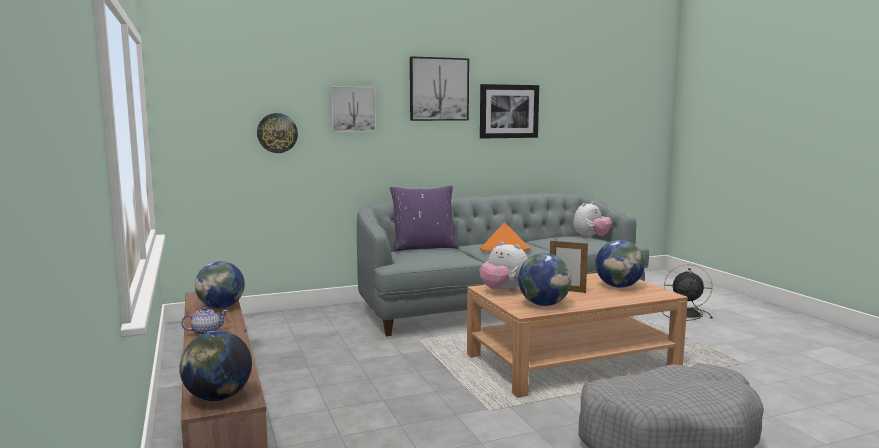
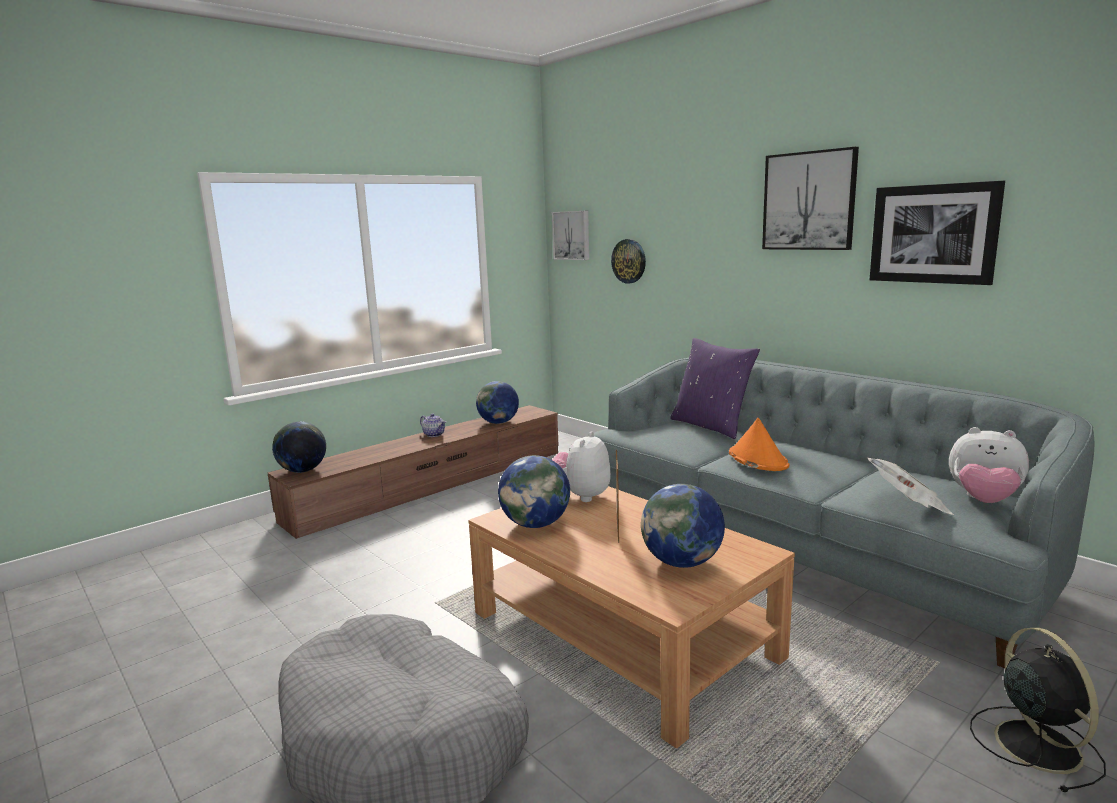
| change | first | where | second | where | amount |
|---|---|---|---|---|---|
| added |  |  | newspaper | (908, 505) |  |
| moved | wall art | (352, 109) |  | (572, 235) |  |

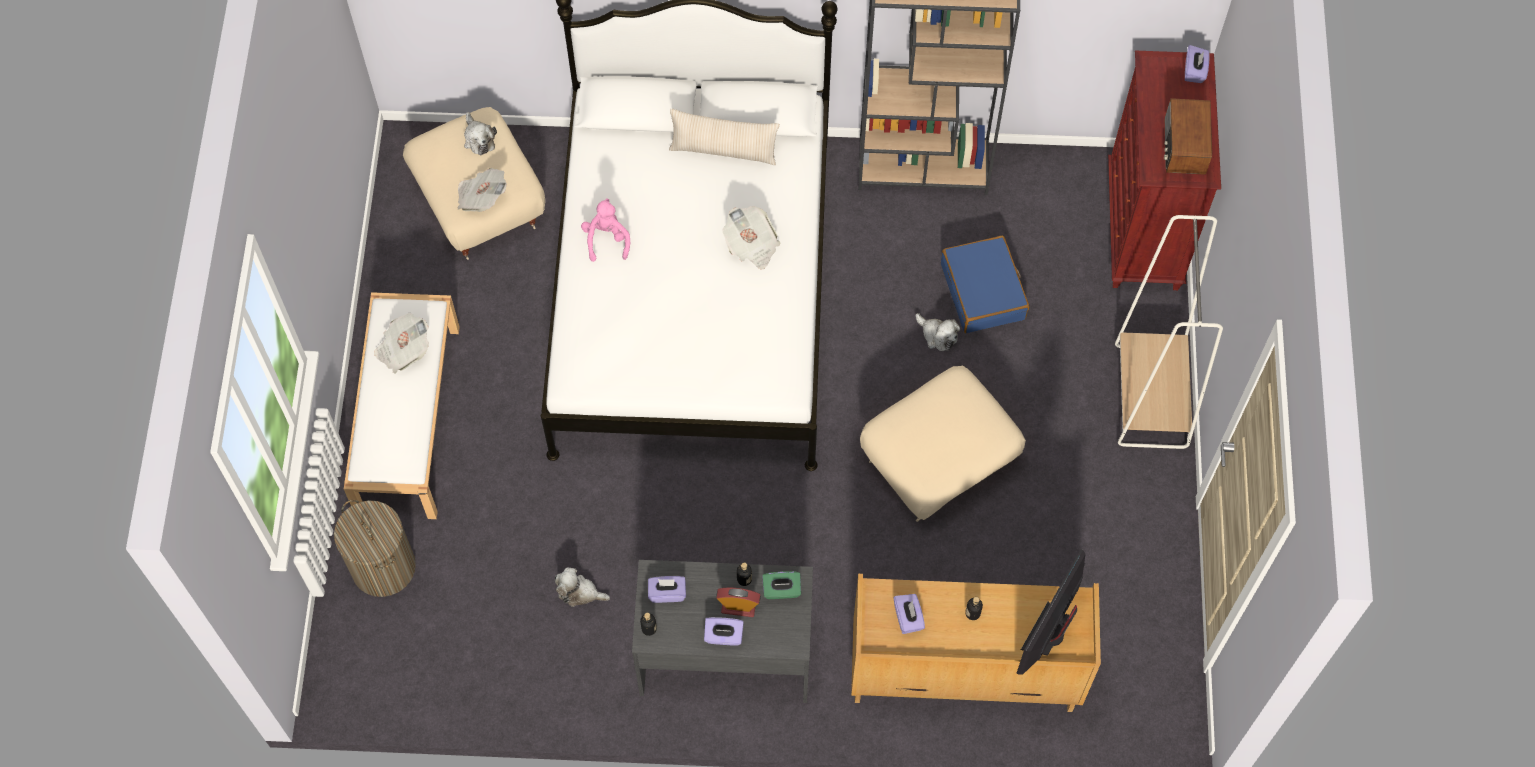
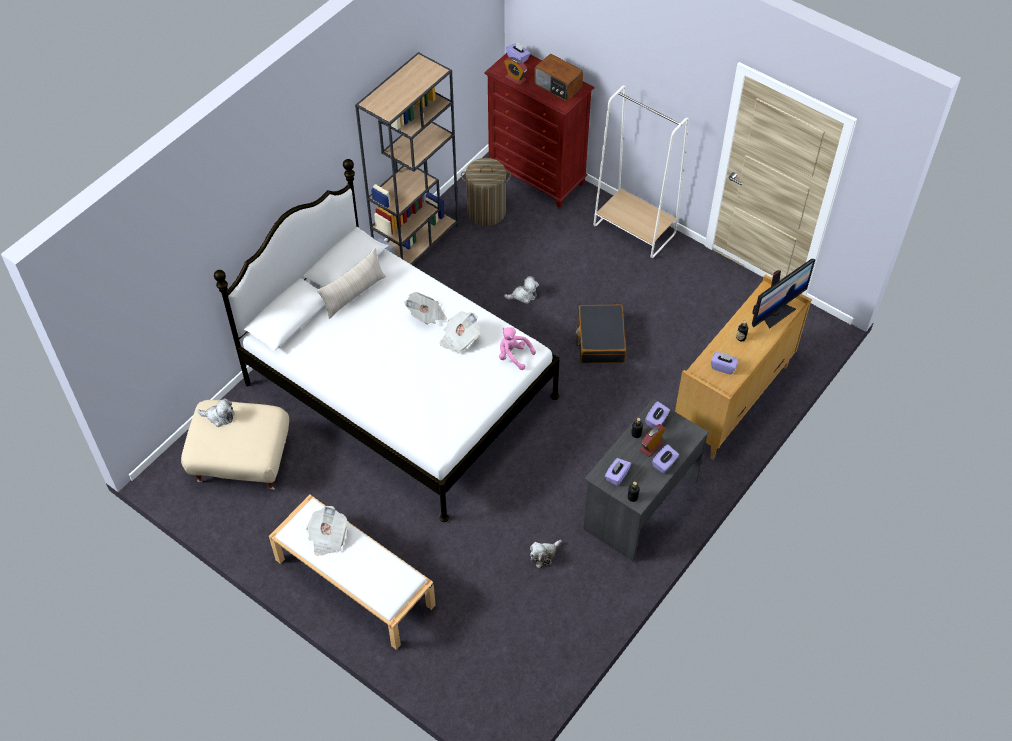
| change | first | where | second | where | amount |
|---|---|---|---|---|---|
| removed | suitcase/blue | (983, 291) |  |  |  |
| added |  |  | bedside clock | (515, 78) |  |
| moved | laundry basket | (383, 566) |  | (486, 212) |  |
| moved | newspaper | (482, 197) |  | (459, 339) |  |
| moved | plush toy/pink | (607, 239) |  | (513, 355) |  |
| replaced | pouffe/beige | (938, 464) | suitcase/black-coloured | (600, 340) |  |
| recoloured | tissue box/green | (781, 590) | tissue box/purple | (656, 420) |  |
| turned | monitor | (1047, 633) |  | (775, 313) | 105 degrees counterclockwise |

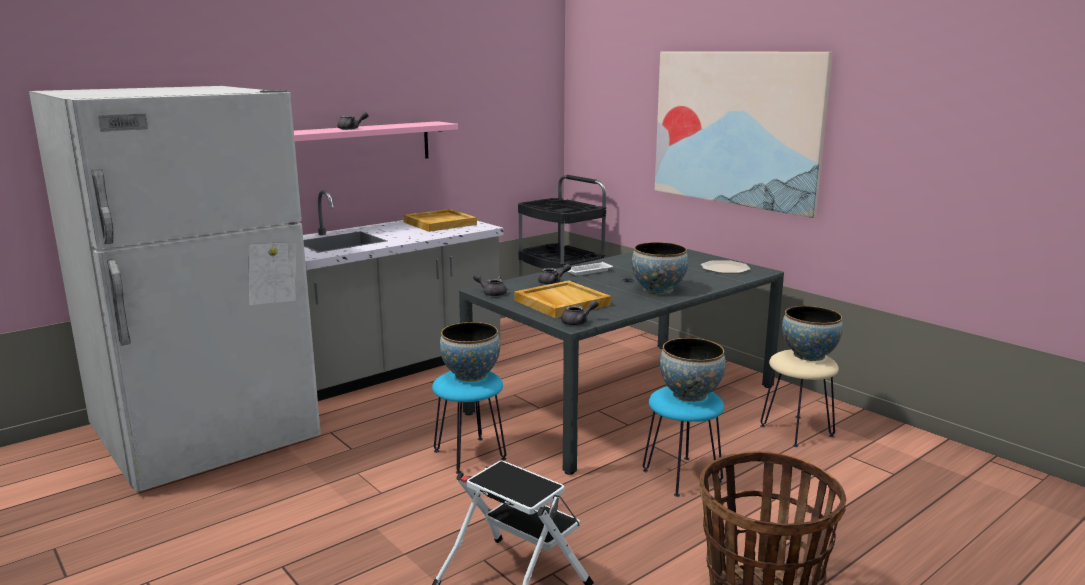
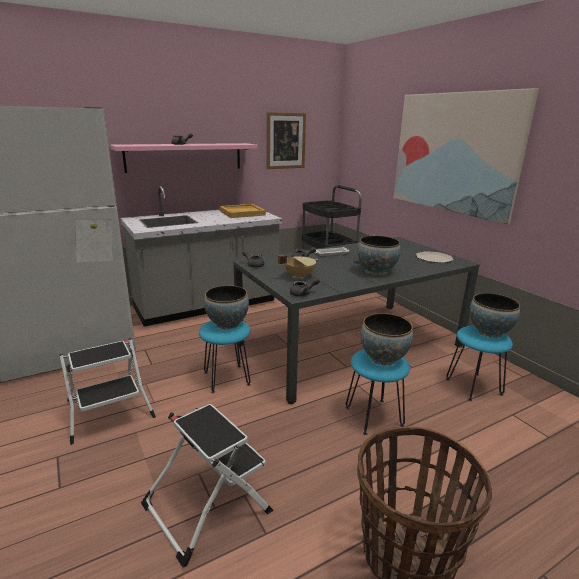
| change | first | where | second | where | amount |
|---|---|---|---|---|---|
| added |  |  | stepladder | (108, 410) |  |
| added |  |  | wall art | (285, 141) |  |
| replaced | carrying tray/beige | (561, 302) | saucepot/beige | (299, 276) |  |
| recoloured | sitting stool/beige | (796, 431) | sitting stool/turquoise-coloured | (473, 387) |  |

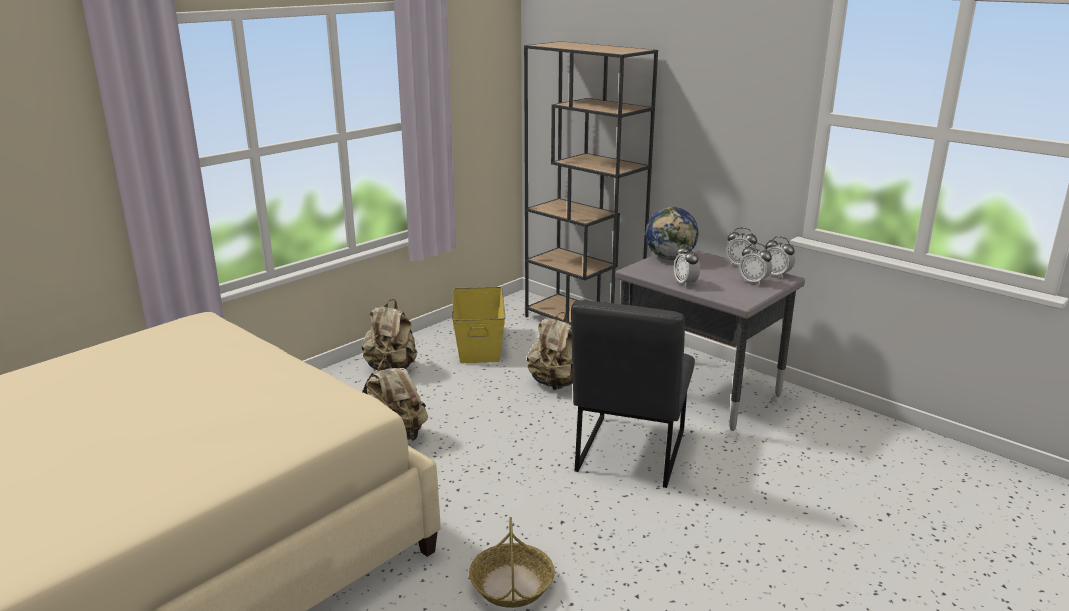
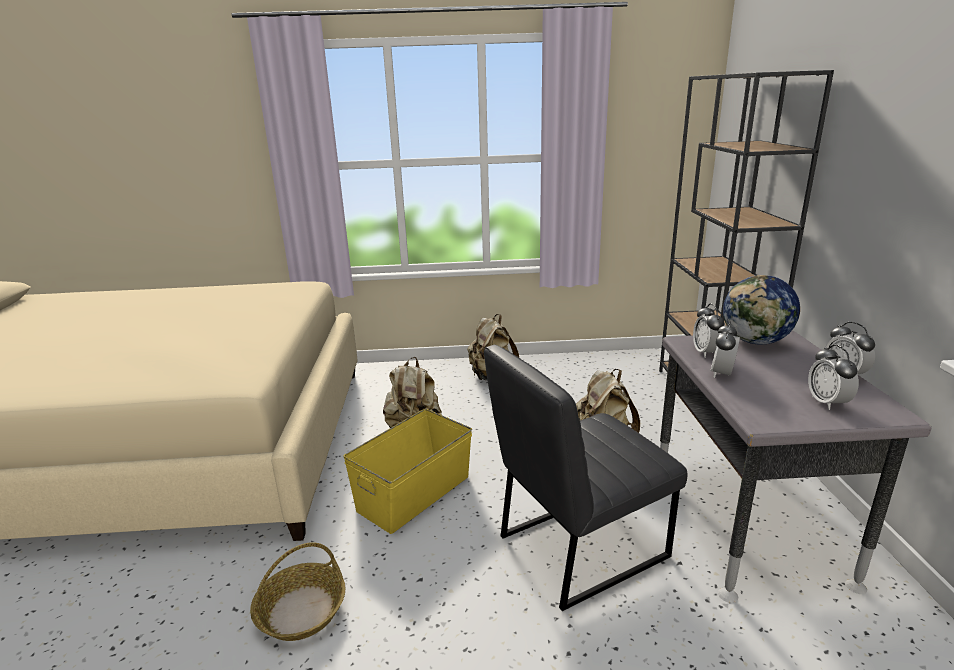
| change | first | where | second | where | amount |
|---|---|---|---|---|---|
| moved | storage bin/yellowish | (480, 344) |  | (415, 493) |  |
| moved | bedside clock | (777, 275) |  | (706, 353) |  |

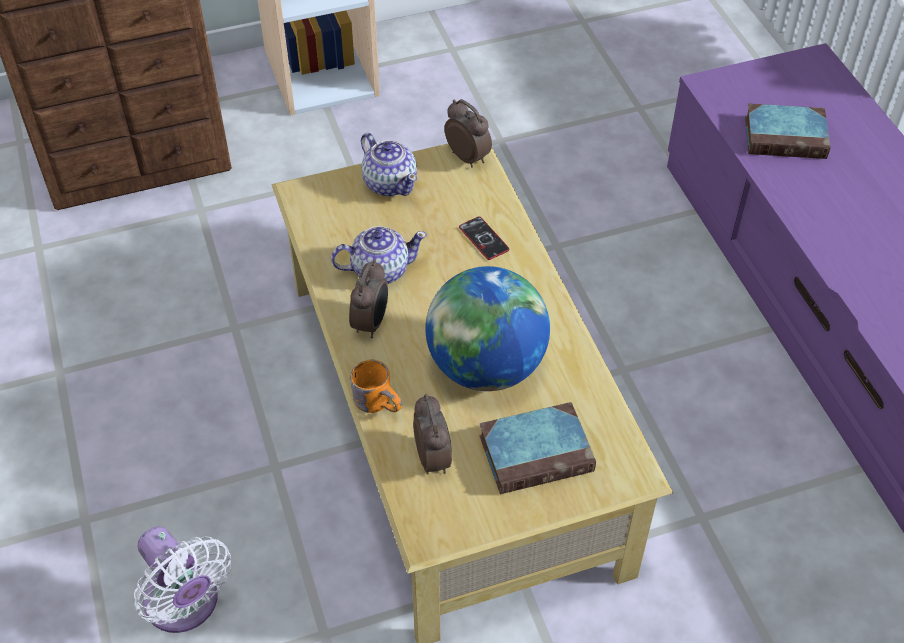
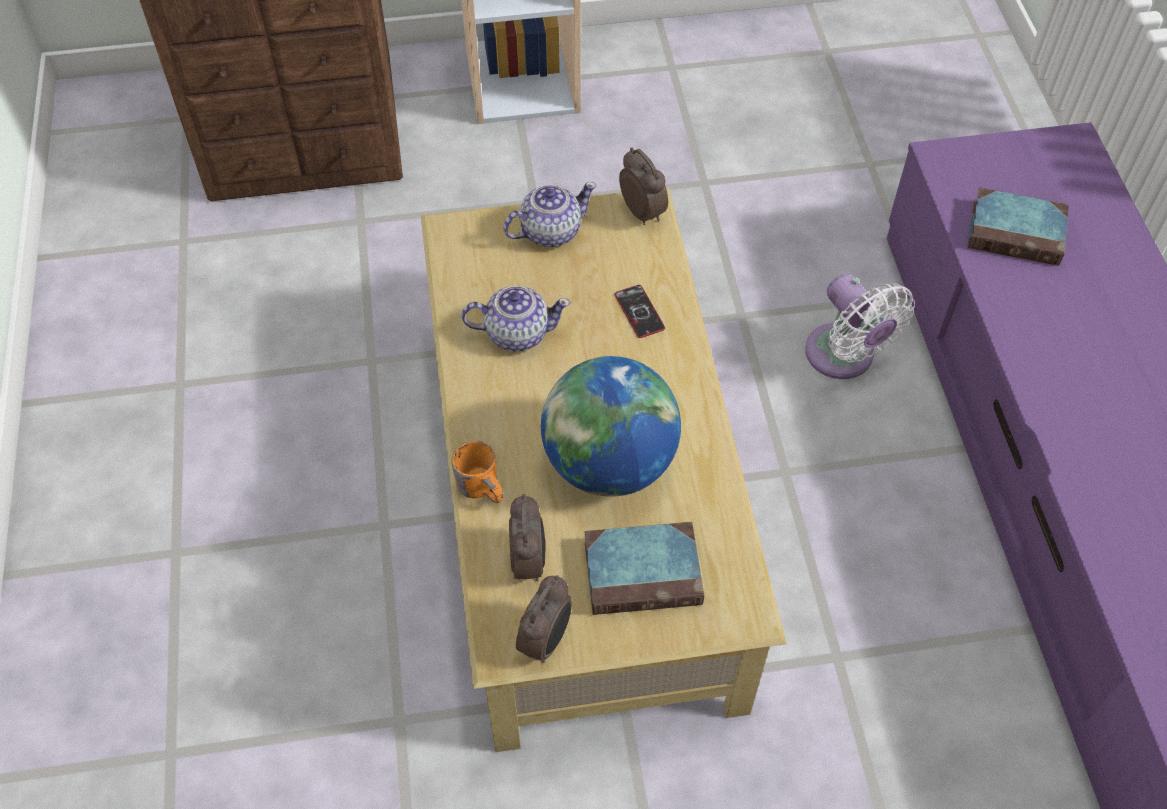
| change | first | where | second | where | amount |
|---|---|---|---|---|---|
| moved | cooling fan/whitish | (185, 605) |  | (844, 357) |  |
| moved | bedside clock | (371, 323) |  | (546, 640) |  |
| turned | pot for tea | (390, 183) |  | (549, 231) | 90 degrees counterclockwise |

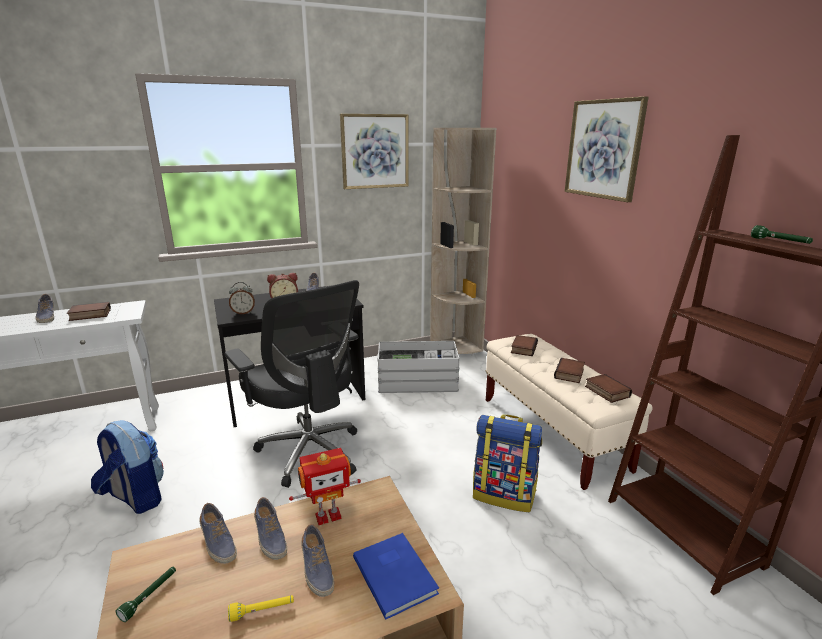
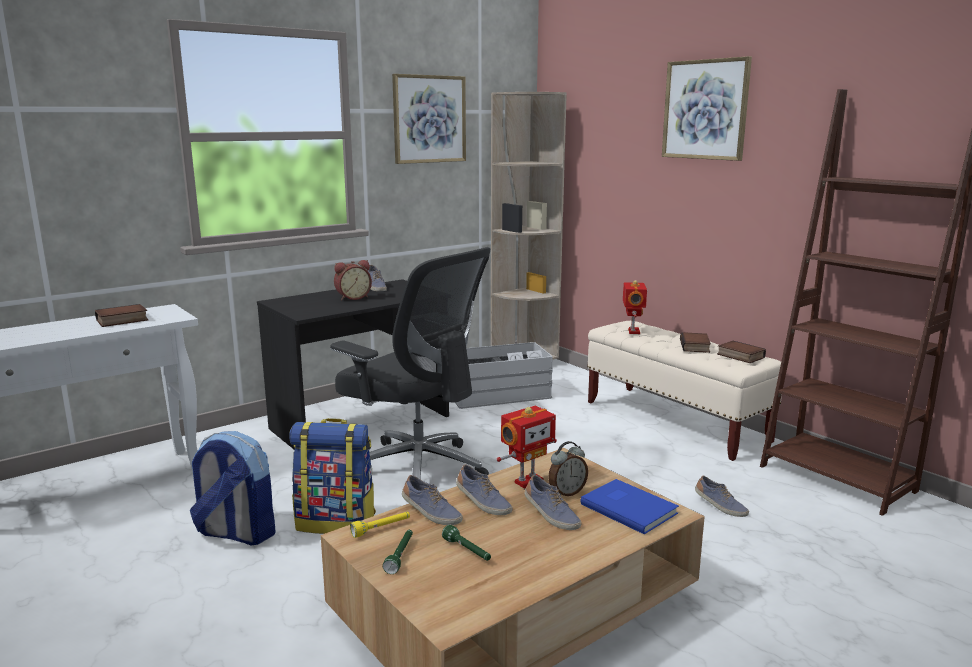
| change | first | where | second | where | amount |
|---|---|---|---|---|---|
| moved | shoe | (46, 316) |  | (720, 506) |  |
| moved | flashlight/yellowish | (262, 611) |  | (381, 529) |  |
| moved | bedside clock | (243, 313) |  | (566, 492) |  |
| moved | backpack | (504, 494) |  | (337, 521) |  |
| moved | flashlight/green | (779, 242) |  | (467, 551) |  |
| replaced | volume | (523, 348) | model robot | (632, 331) |  |

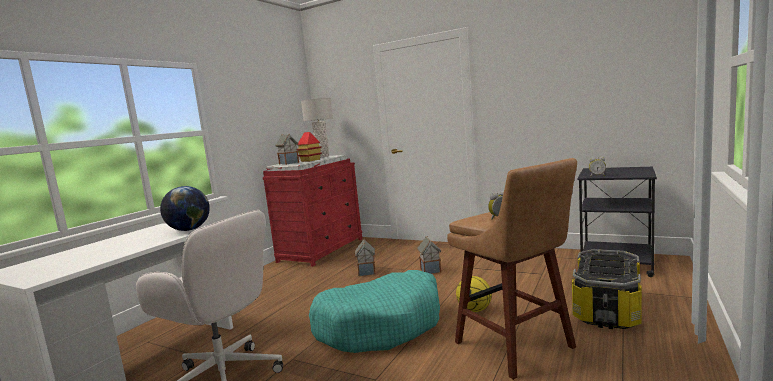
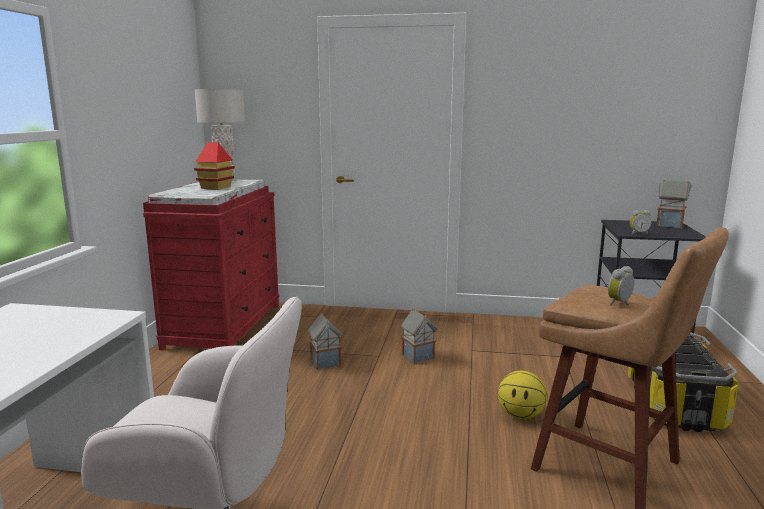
| change | first | where | second | where | amount |
|---|---|---|---|---|---|
| removed | world globe | (189, 230) |  |  |  |
| removed | pet bed/turquoise-coloured | (380, 325) |  |  |  |
| moved | model house | (289, 163) |  | (670, 225) |  |

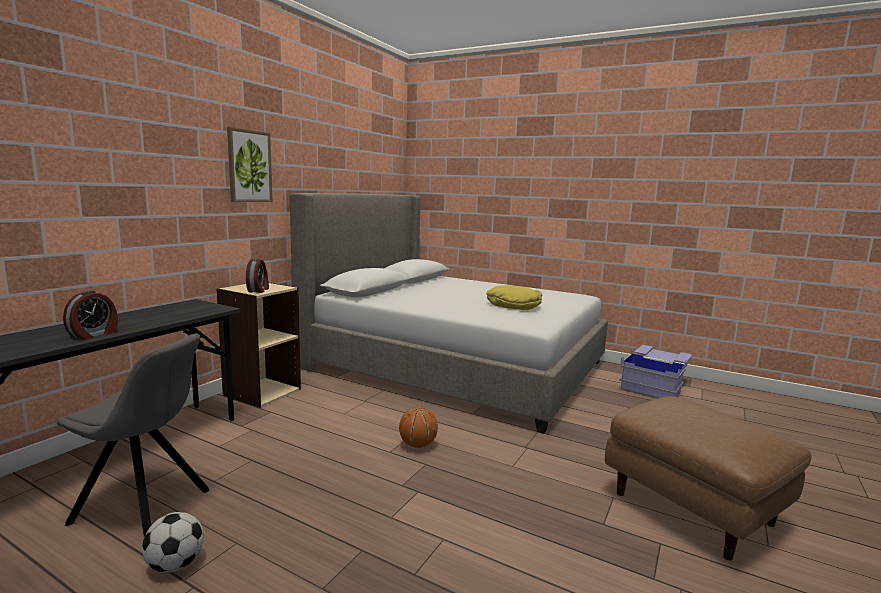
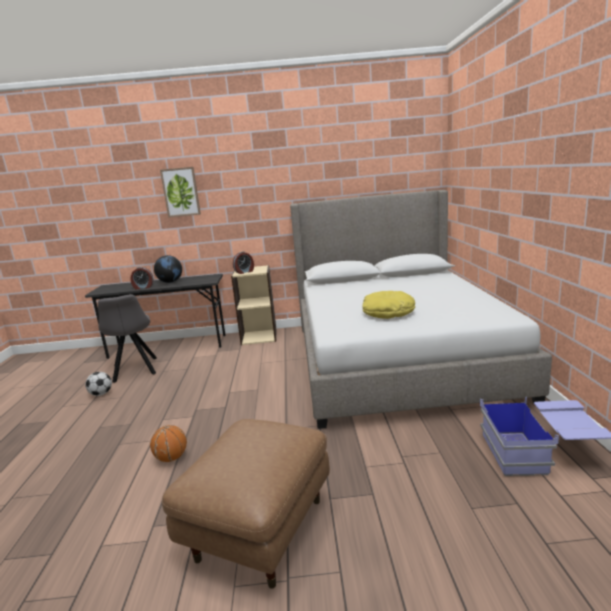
| change | first | where | second | where | amount |
|---|---|---|---|---|---|
| added |  |  | world globe | (170, 282) |  |
| moved | wall art | (249, 166) |  | (181, 192) |  |
| moved | basketball ball | (417, 445) |  | (171, 458) |  |

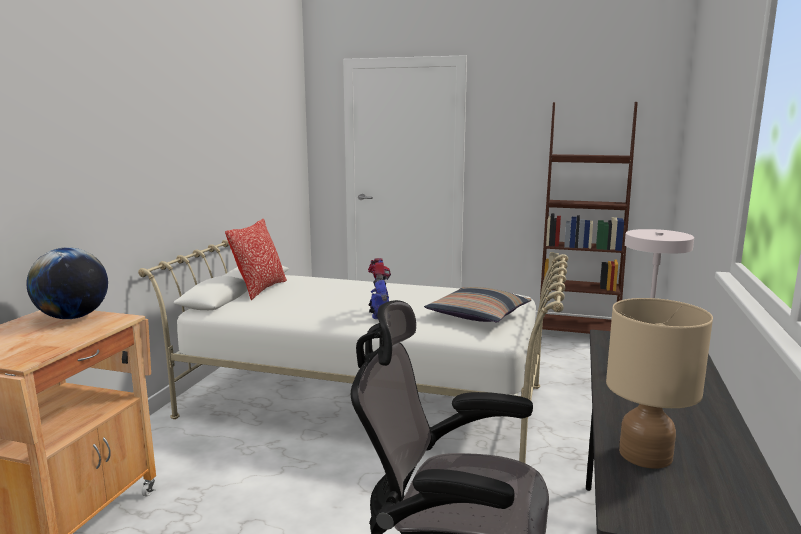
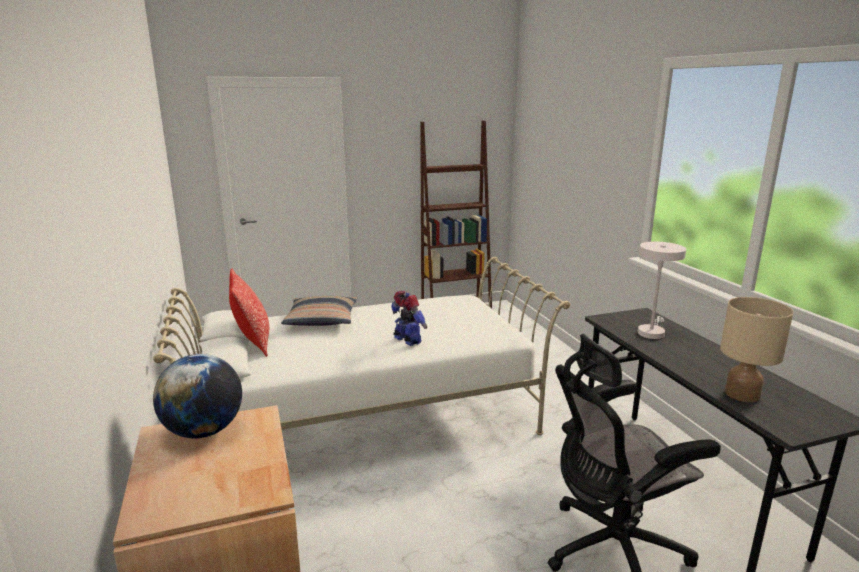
| change | first | where | second | where | amount |
|---|---|---|---|---|---|
| moved | throw pillow | (478, 315) |  | (321, 320) |  |

